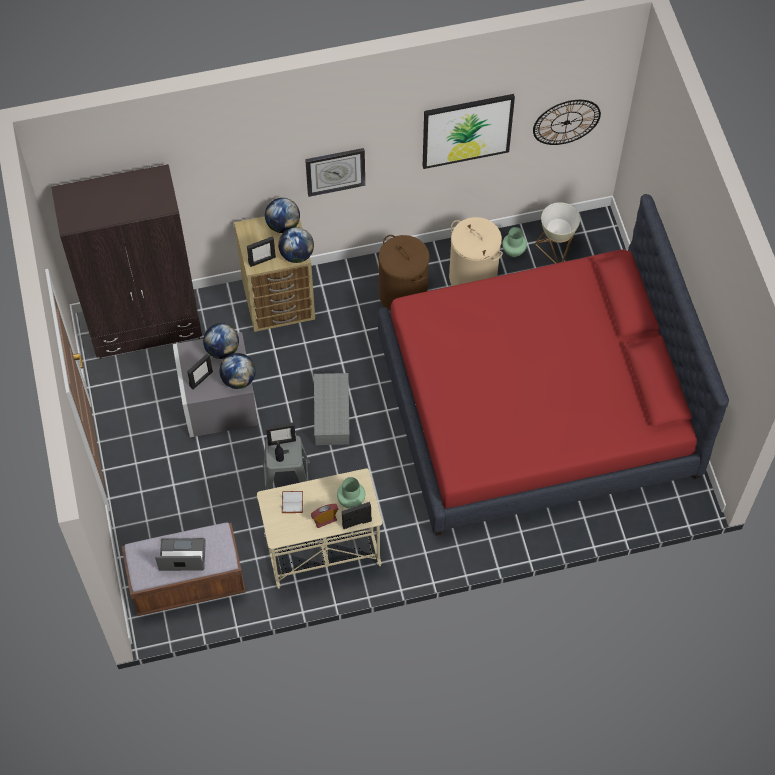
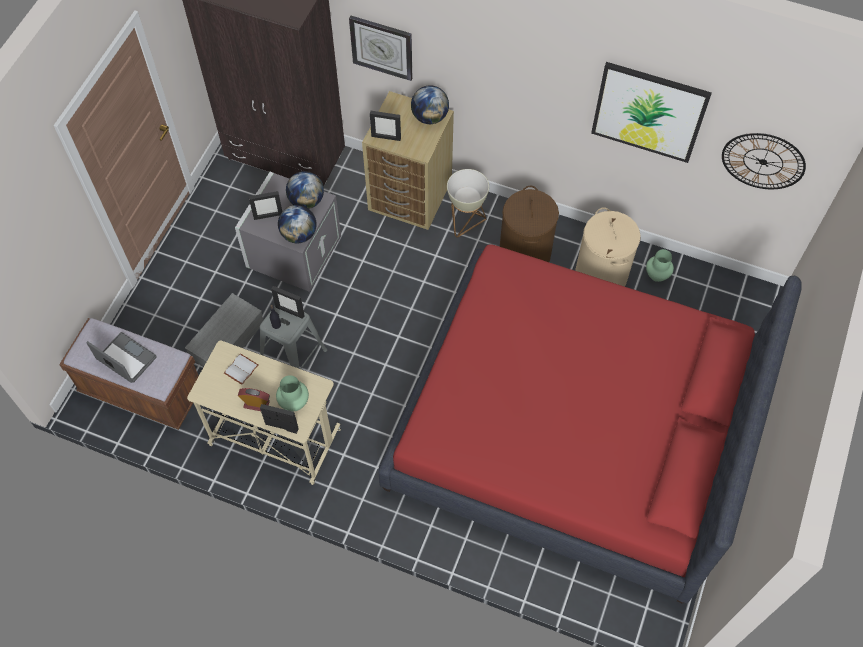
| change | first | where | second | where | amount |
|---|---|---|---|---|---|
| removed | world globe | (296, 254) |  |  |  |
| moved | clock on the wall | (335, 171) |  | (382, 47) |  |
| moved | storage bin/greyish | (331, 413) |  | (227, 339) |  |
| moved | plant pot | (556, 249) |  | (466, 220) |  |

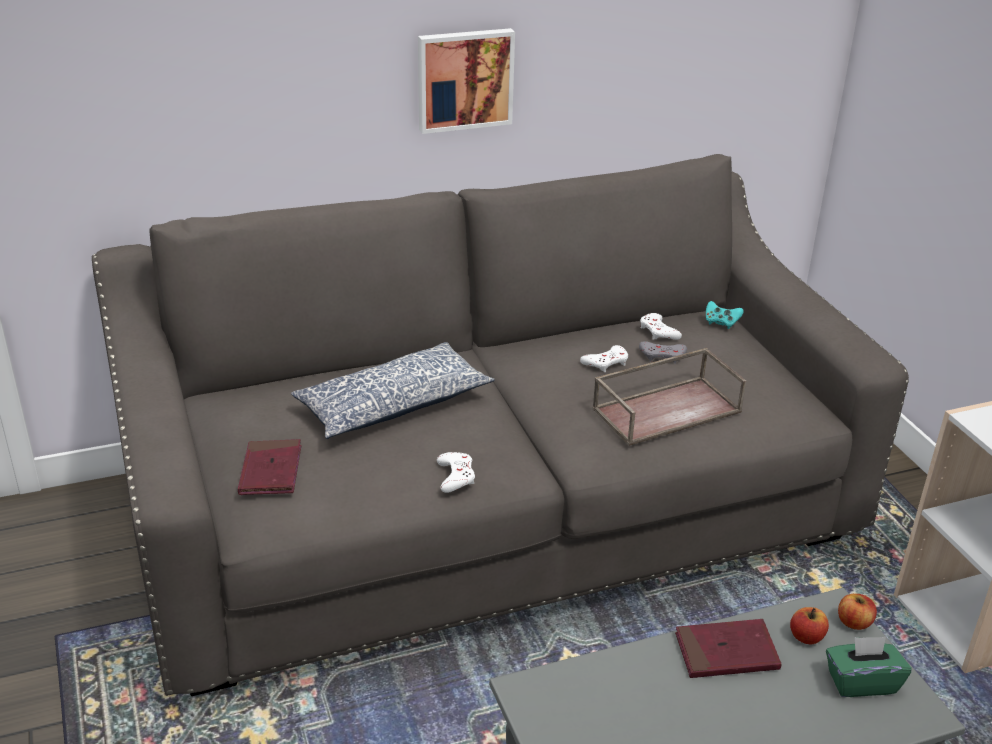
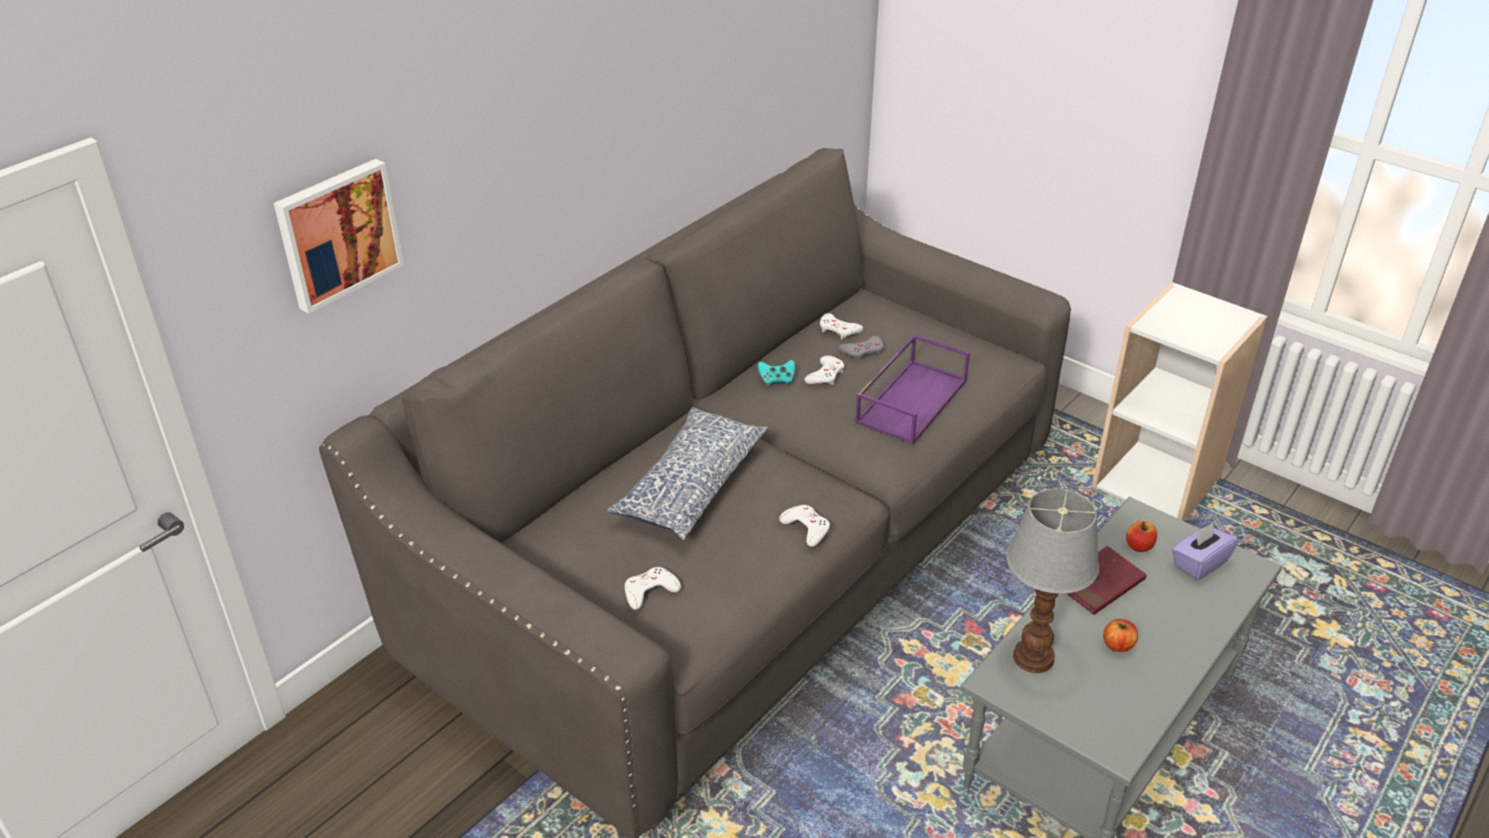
| change | first | where | second | where | amount |
|---|---|---|---|---|---|
| added |  |  | table lamp | (1032, 658) |  |
| moved | wall art | (464, 79) |  | (337, 233) |  |
| moved | gamepad/turquoise-coloured | (721, 322) |  | (776, 380) |  |
| moved | apple | (854, 622) |  | (1117, 645) |  |
| replaced | volume/red | (271, 471) | gamepad/whitish | (650, 591) |  |
| recoloured | carrying tray/brownish | (667, 409) | carrying tray/purple | (911, 400) |  |
| recoloured | tissue box/green | (861, 682) | tissue box/purple | (1199, 563) |  |

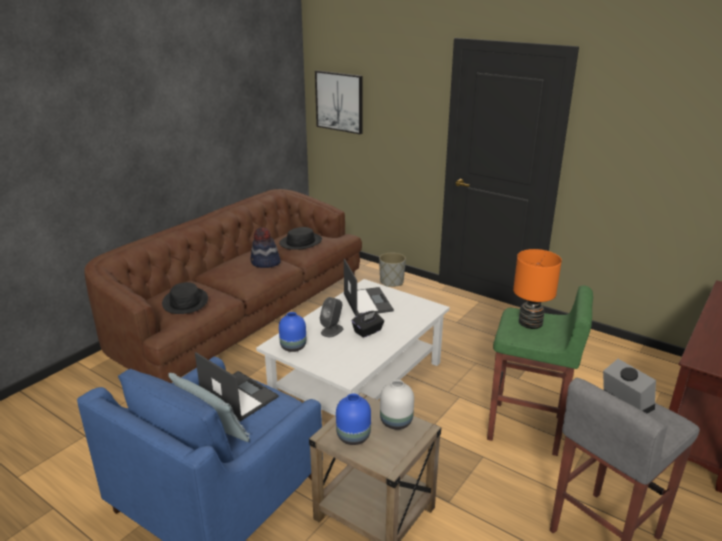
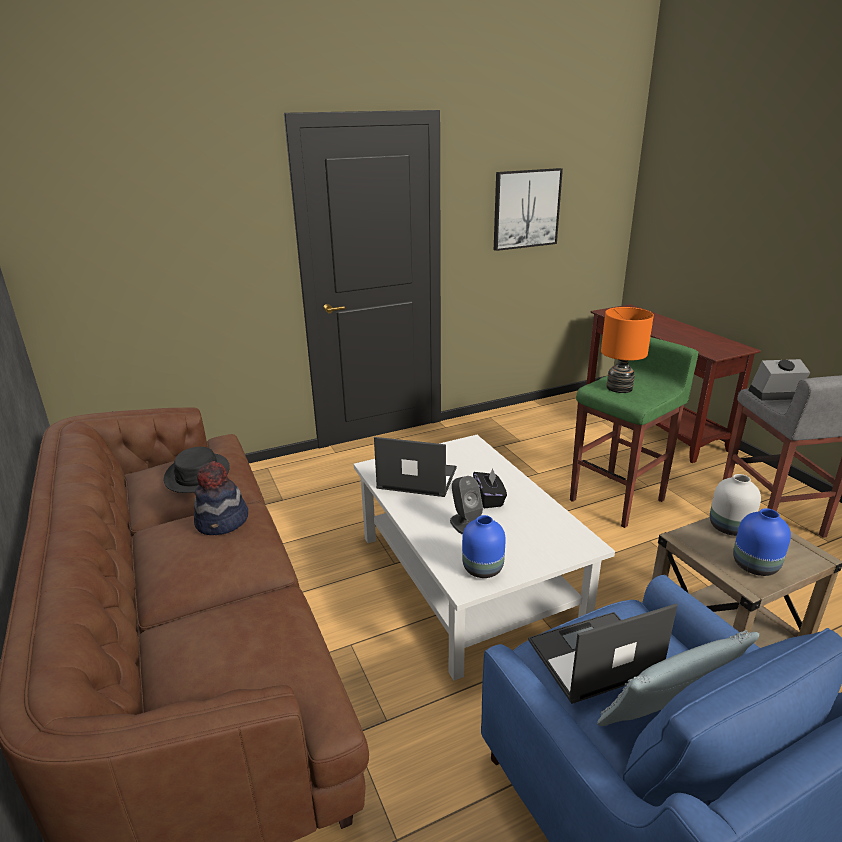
| change | first | where | second | where | amount |
|---|---|---|---|---|---|
| removed | clothing hat/black-coloured | (185, 302) |  |  |  |
| removed | plant pot/greyish | (391, 282) |  |  |  |
| moved | wall art | (339, 101) |  | (526, 209) |  |

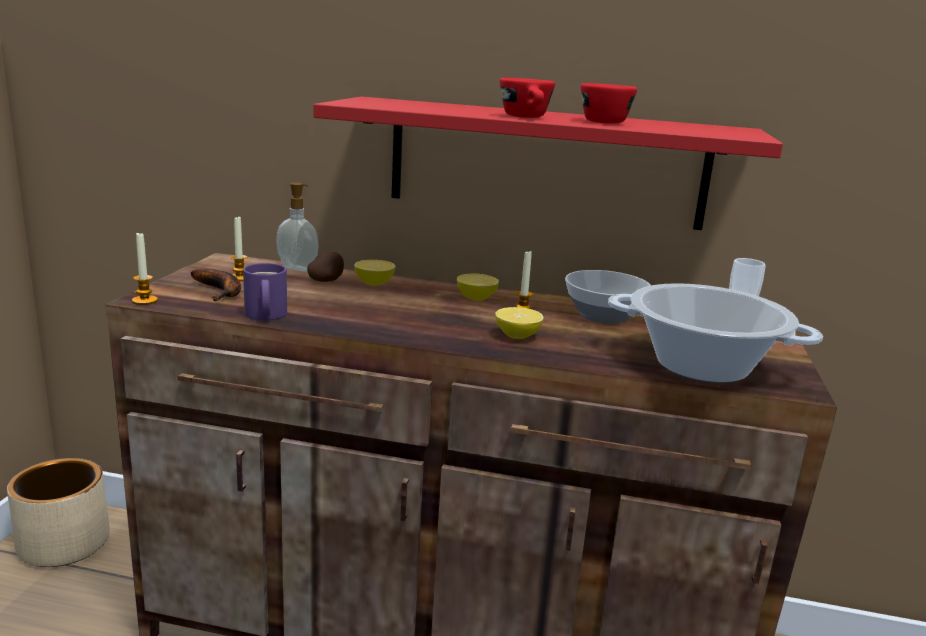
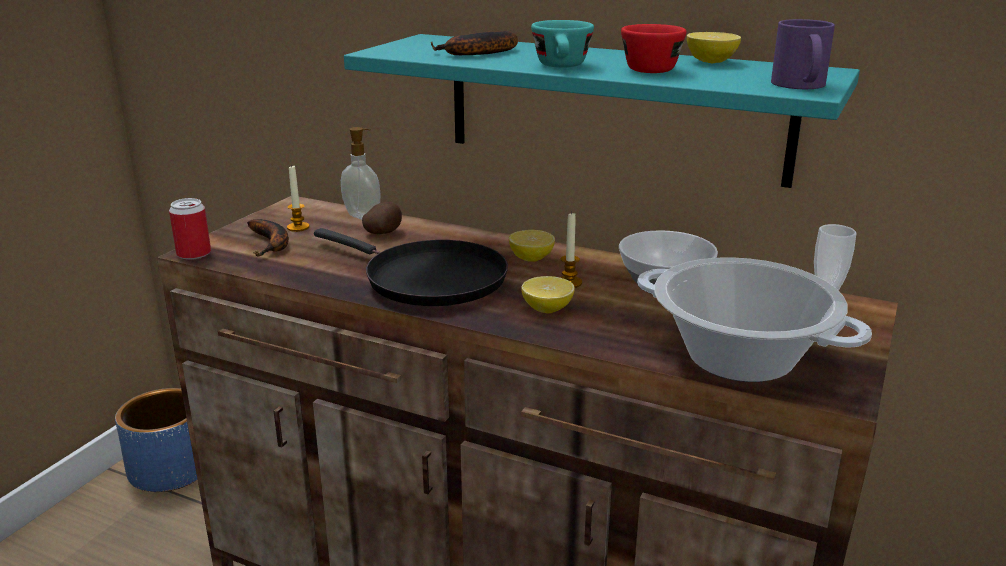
| change | first | where | second | where | amount |
|---|---|---|---|---|---|
| added |  |  | pan/black-coloured | (428, 279) |  |
| added |  |  | whole banana | (478, 53) |  |
| moved | mug/purple | (264, 315) |  | (797, 85) |  |
| moved | whole lemon | (374, 283) |  | (711, 62) |  |
| replaced | wax candle | (145, 301) | sealed can | (194, 254) |  |
| recoloured | plant pot/beige | (65, 543) | plant pot/blue | (171, 469) |  |
| recoloured | wall shelf/red | (546, 163) | wall shelf/turquoise-coloured | (613, 107) |  |
| recoloured | cup/red | (527, 117) | cup/turquoise-coloured | (562, 67) |  |

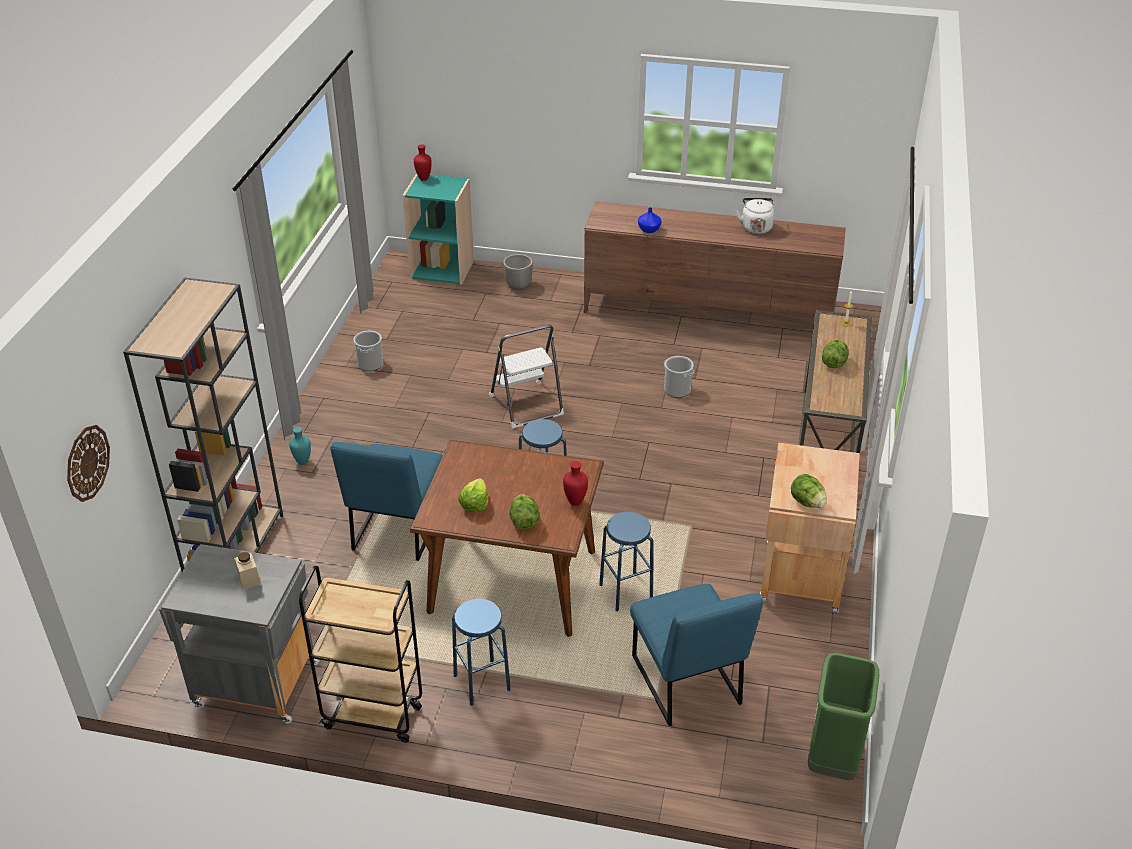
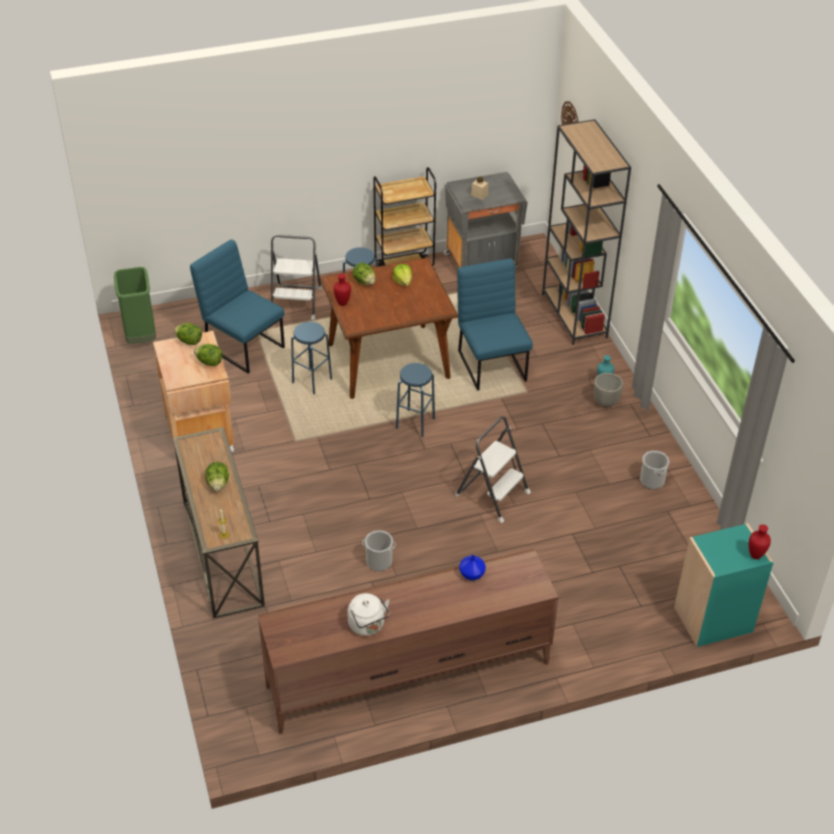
| change | first | where | second | where | amount |
|---|---|---|---|---|---|
| added |  |  | lettuce | (209, 362) |  |
| added |  |  | stepladder/whitish | (297, 300) |  |
| moved | plant pot | (518, 285) |  | (605, 402) |  |

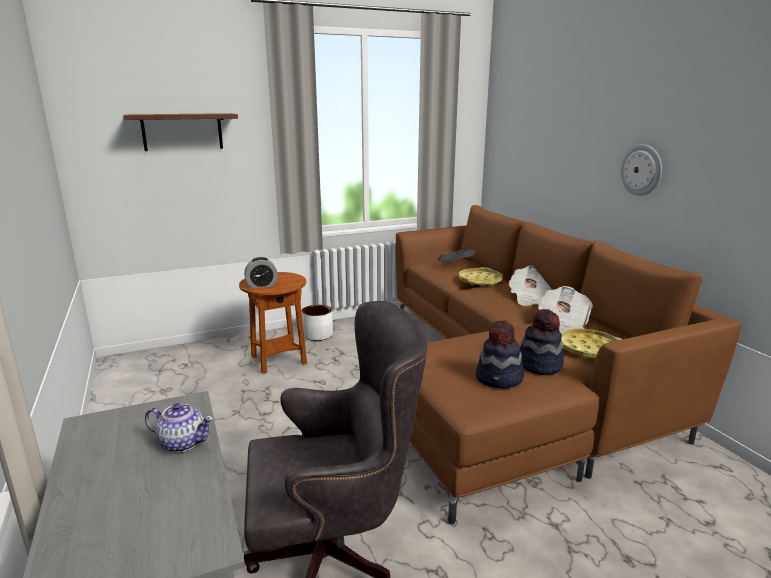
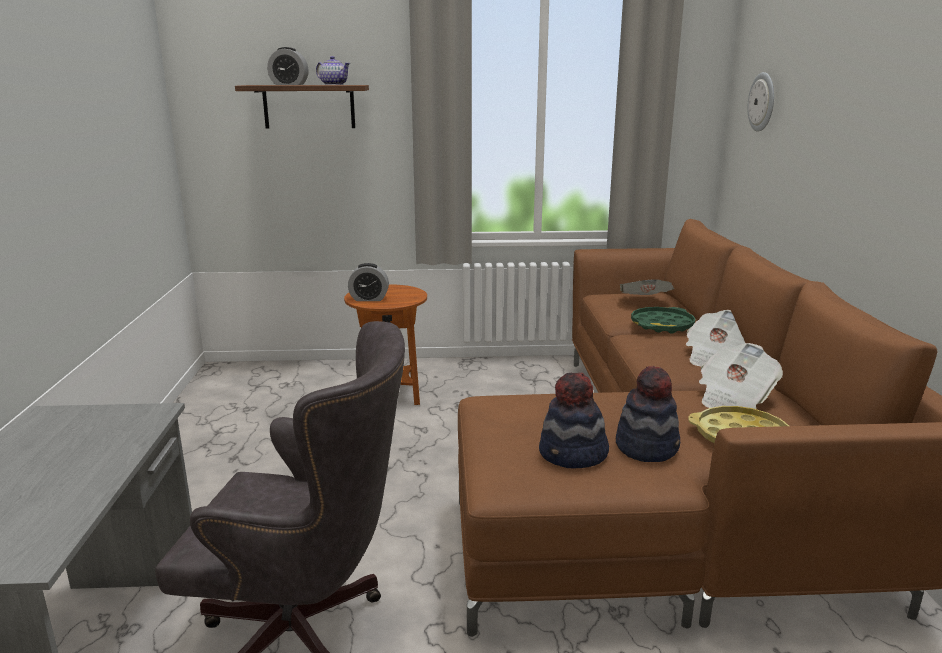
| change | first | where | second | where | amount |
|---|---|---|---|---|---|
| removed | plant pot/whitish | (317, 335) |  |  |  |
| added |  |  | bedside clock | (289, 84) |  |
| moved | pot for tea | (182, 442) |  | (334, 84) |  |
| moved | clock on the wall | (641, 170) |  | (762, 102) |  |
| recoloured | carrying tray/yellowish | (480, 281) | carrying tray/green | (662, 325) |  |

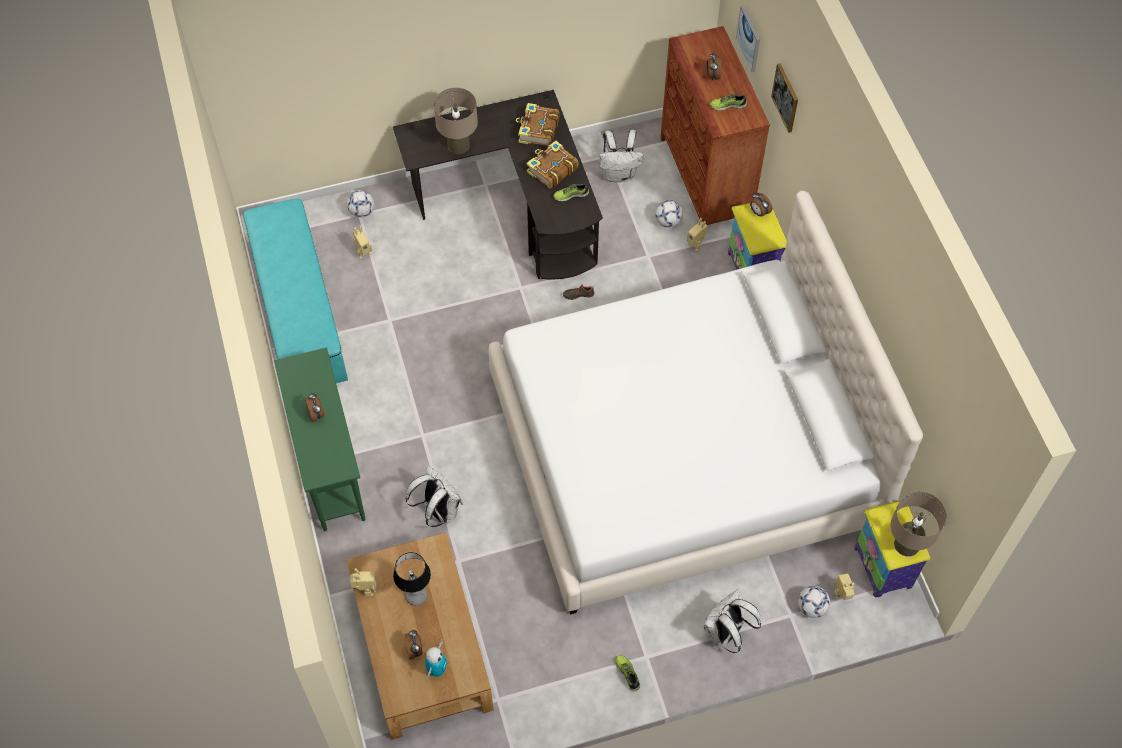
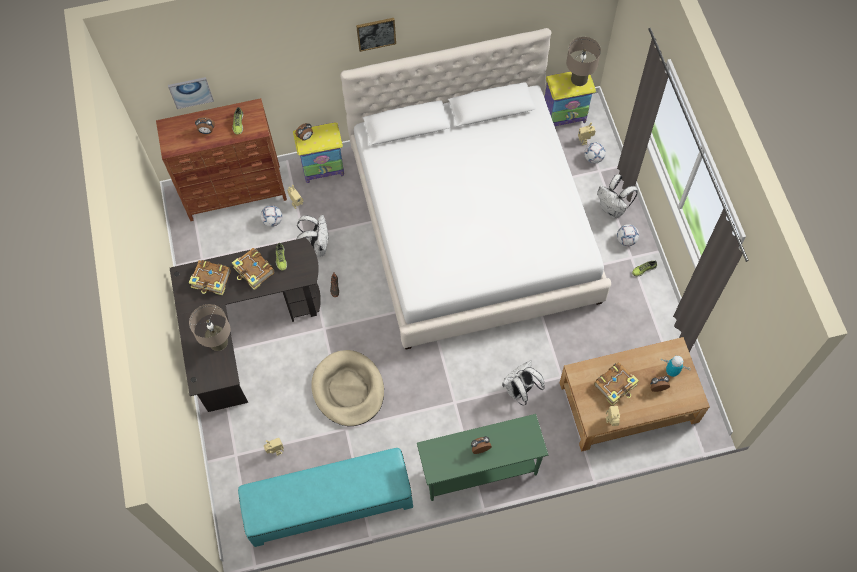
| change | first | where | second | where | amount |
|---|---|---|---|---|---|
| added |  |  | pet bed/beige | (348, 389) |  |
| moved | football ball | (362, 212) |  | (626, 240) |  |
| moved | backpack/whitish | (619, 174) |  | (317, 246) |  |
| moved | wall art | (786, 97) |  | (376, 33) |  |
| replaced | table lamp | (417, 596) | volume | (615, 385) |  |

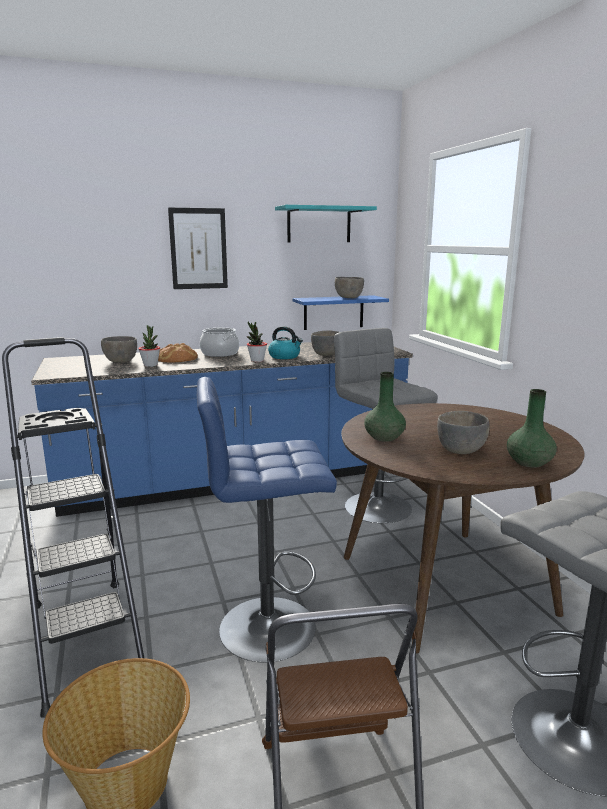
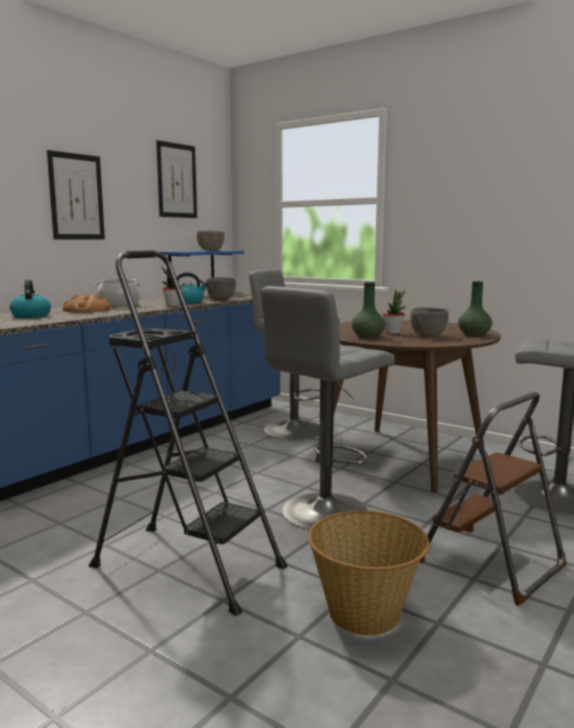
| change | first | where | second | where | amount |
|---|---|---|---|---|---|
| moved | houseplant | (150, 365) |  | (393, 332) |  |
| replaced | bowl/greyish | (120, 361) | kettle | (31, 315) |  |
| replaced | wall shelf/turquoise-coloured | (319, 225) | wall art | (177, 180) |  |
| recoloured | sitting stool/blue | (266, 627) | sitting stool/greyish | (324, 512) |  |

